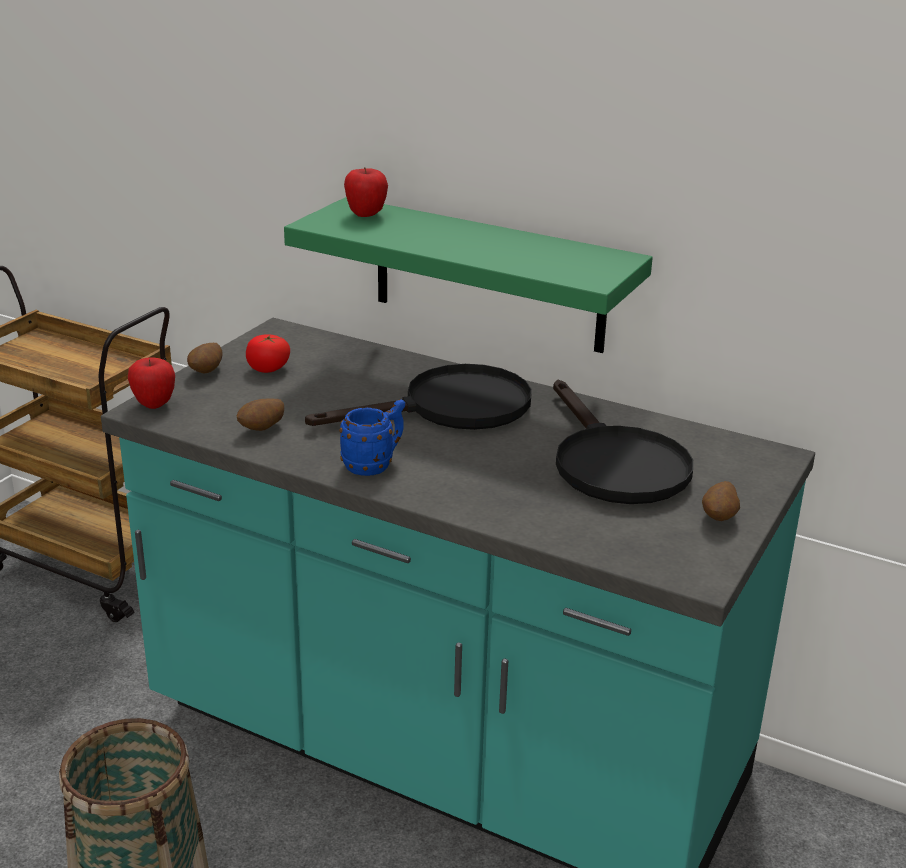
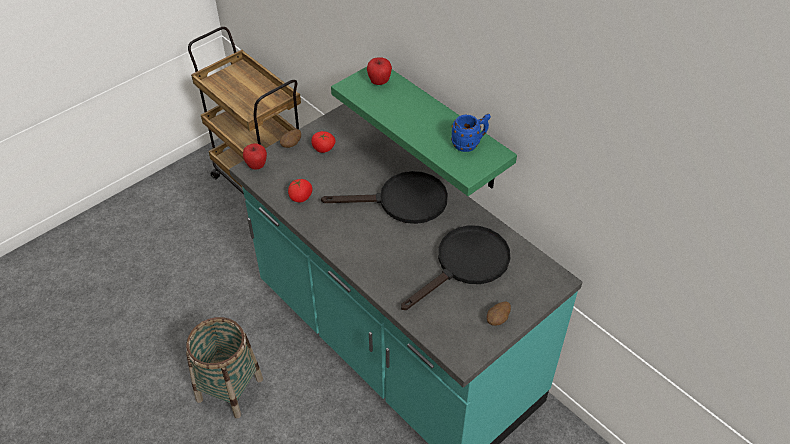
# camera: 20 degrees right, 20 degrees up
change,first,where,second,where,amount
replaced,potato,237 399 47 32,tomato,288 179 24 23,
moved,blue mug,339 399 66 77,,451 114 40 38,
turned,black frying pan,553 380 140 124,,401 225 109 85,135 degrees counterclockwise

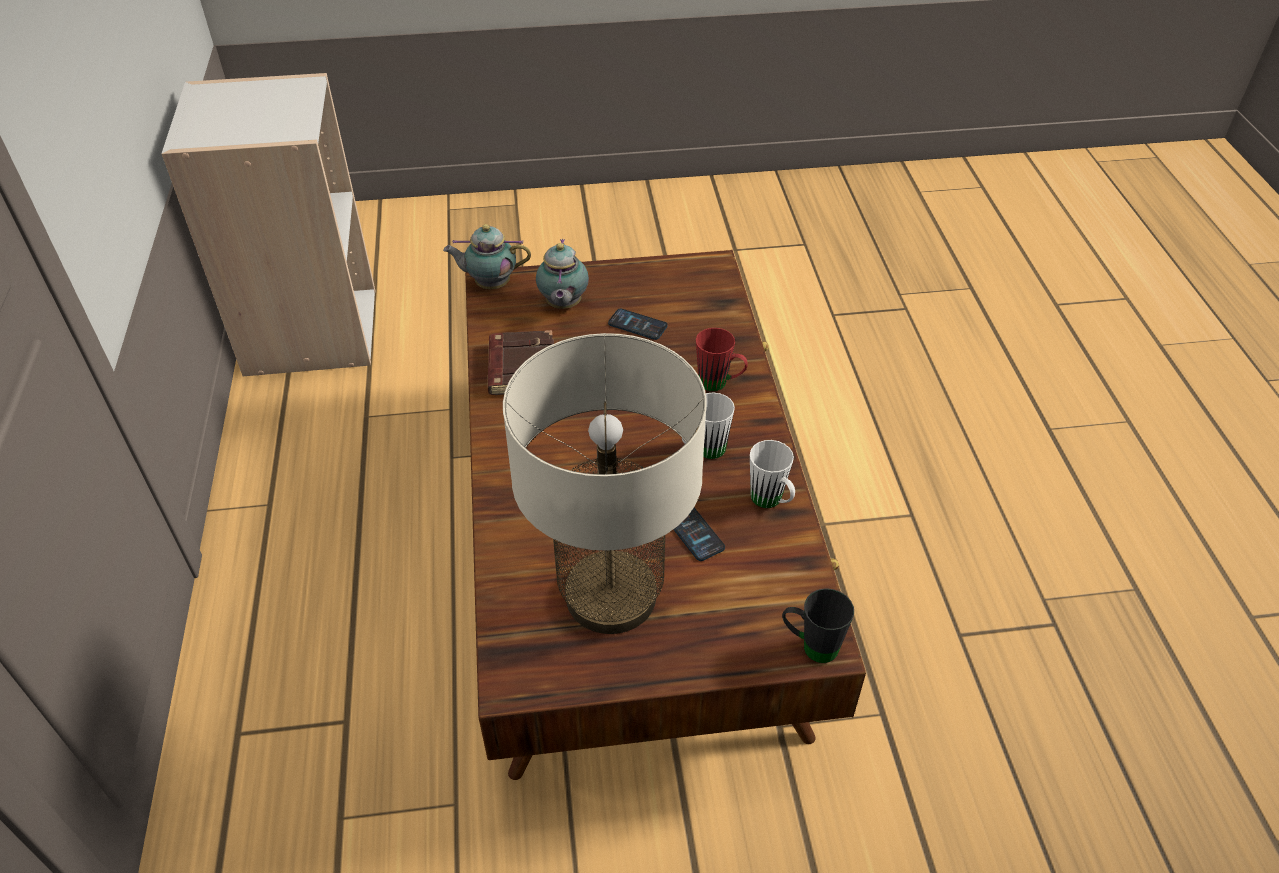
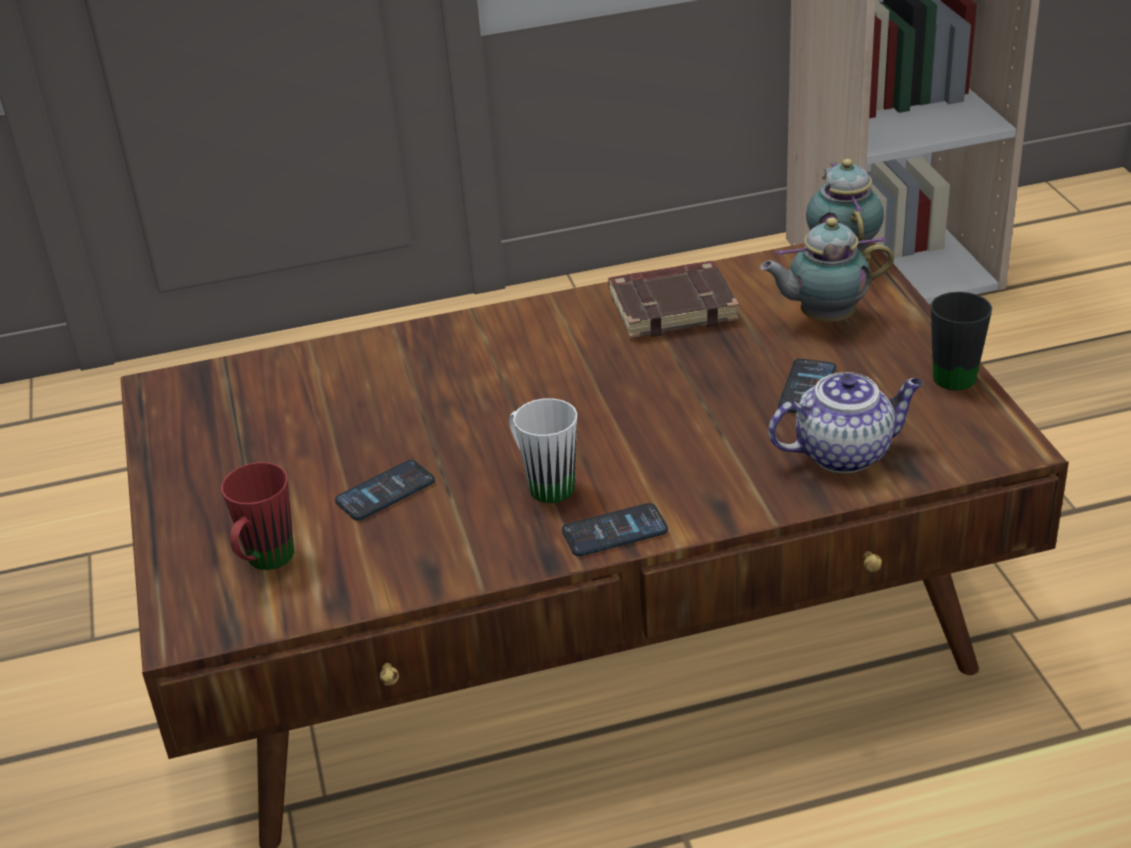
# camera: 85 degrees right, 10 degrees down
change,first,where,second,where,amount
removed,table lamp,503 333 204 301,,,
moved,red mug,696 328 52 63,,221 462 73 108,
removed,white mug,750 440 45 68,,,
moved,black mug,782 588 72 75,,931 292 61 98,
added,,,phone,562 503 106 53,
added,,,teapot,768 372 155 101,

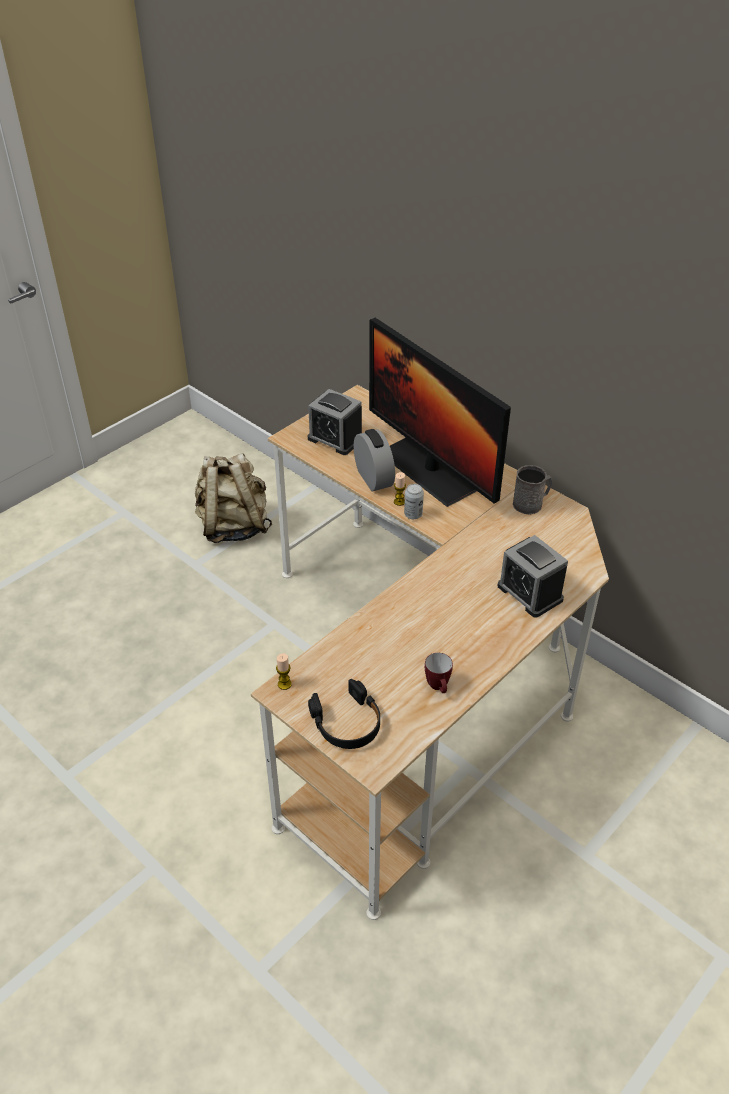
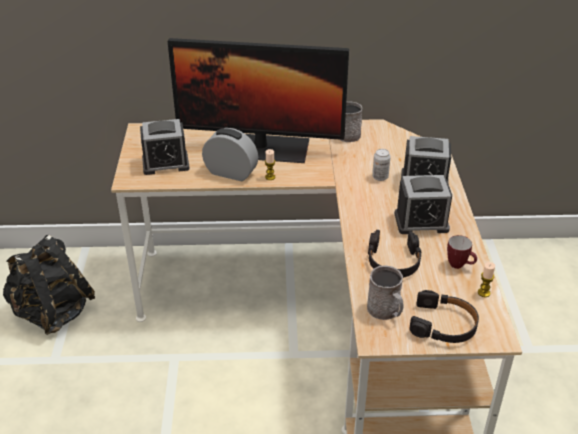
# camera: 45 degrees left, 5 degrees down
change,first,where,second,where,amount
recoloured,beige backpack,195 453 77 90,black backpack,3 235 92 100,
moved,candle,276 653 16 37,,478 262 17 35,
moved,can,404 484 20 35,,372 149 19 32,
added,,,grey mug,367 266 37 54,
added,,,black headphones,368 230 54 48,
added,,,alarm clock,394 175 58 59,

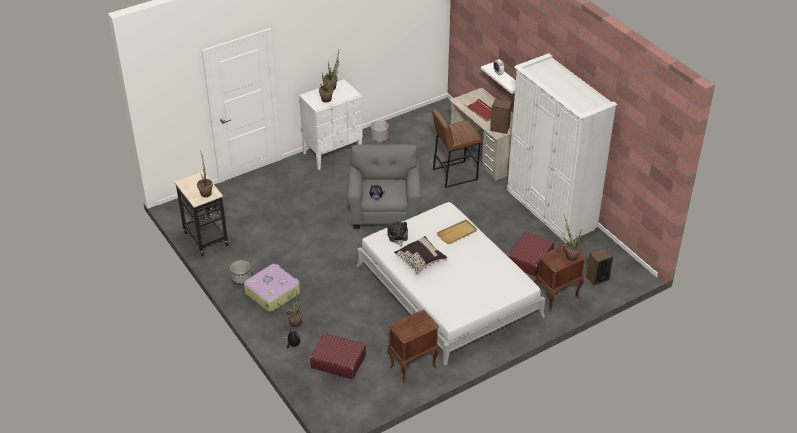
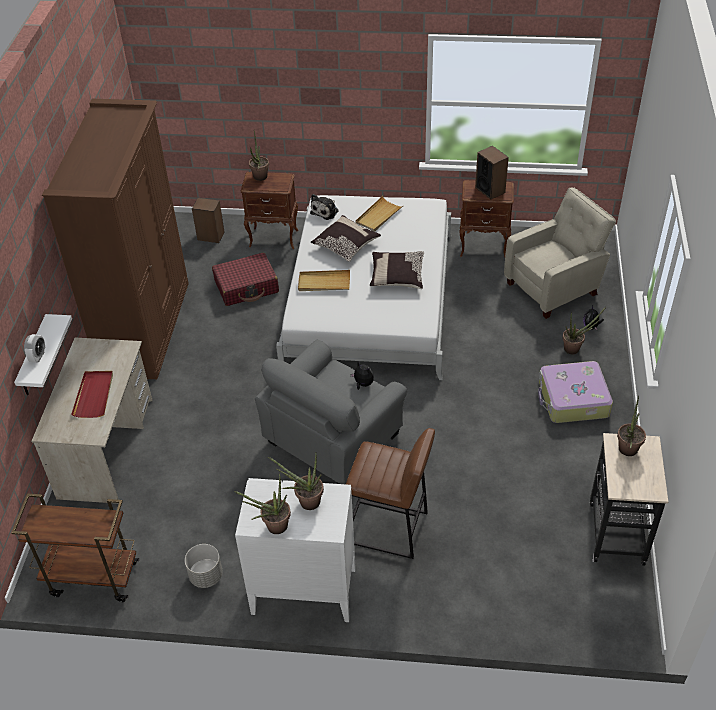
# camera: 140 degrees left, 5 degrees up
change,first,where,second,where,amount
removed,planter,230 260 22 25,,,
replaced,red suitcase,310 333 56 46,beige armchair,504 187 112 132,
moved,plush toy,387 222 21 25,,310 194 29 26,
moved,brown stool,432 109 49 79,,346 428 89 131,
moved,speaker,490 99 22 35,,475 146 34 54,
recoloured,white wardrobe,507 53 111 190,brown wardrobe,42 99 147 280,
added,,,brown cart,11 493 129 109,
added,,,pillow,311 215 70 47,
added,,,beige tray,355 196 49 36,

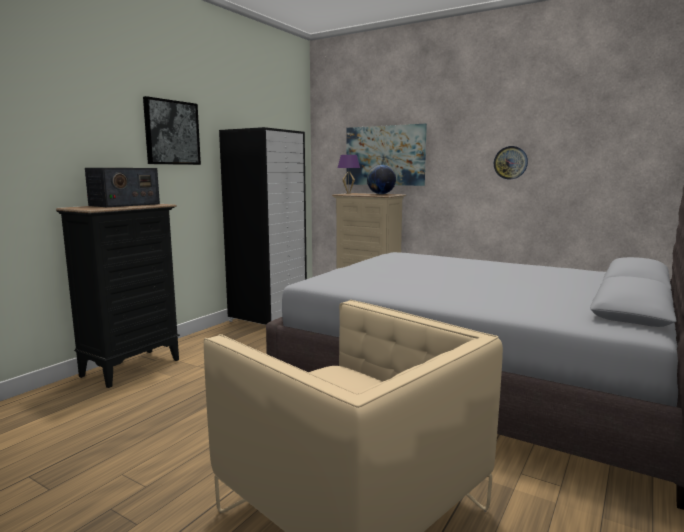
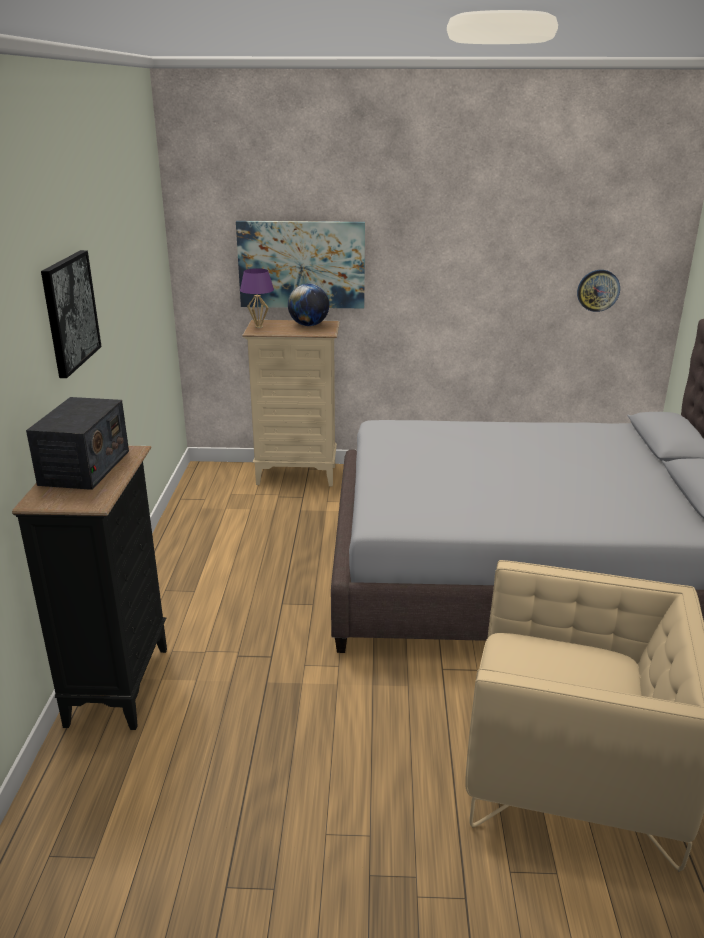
# camera: 30 degrees left, 15 degrees up
change,first,where,second,where,amount
removed,wardrobe,219 127 88 198,,,
moved,wall clock,494 146 34 33,,577 270 43 42,

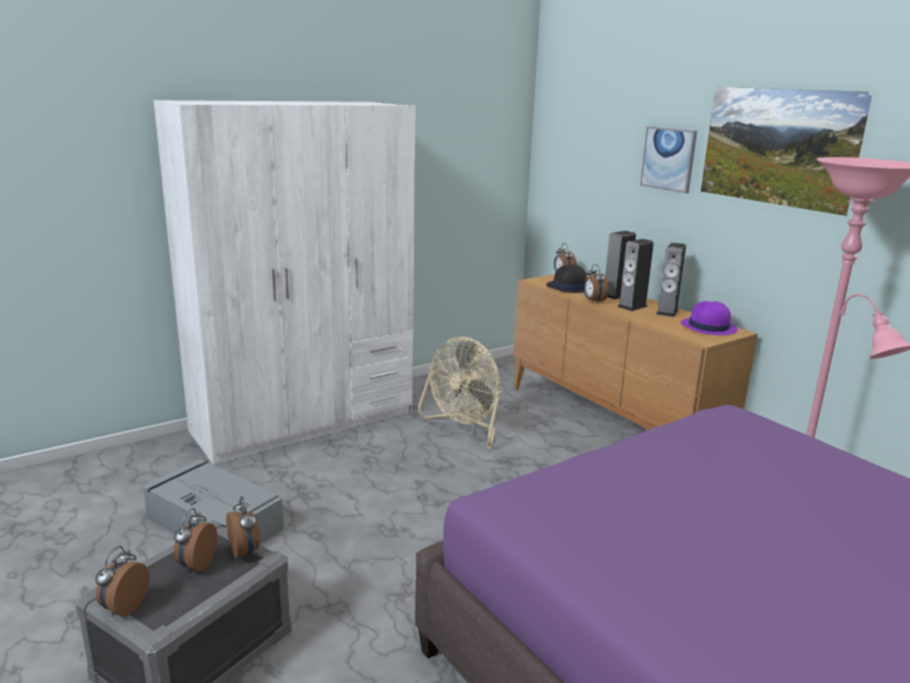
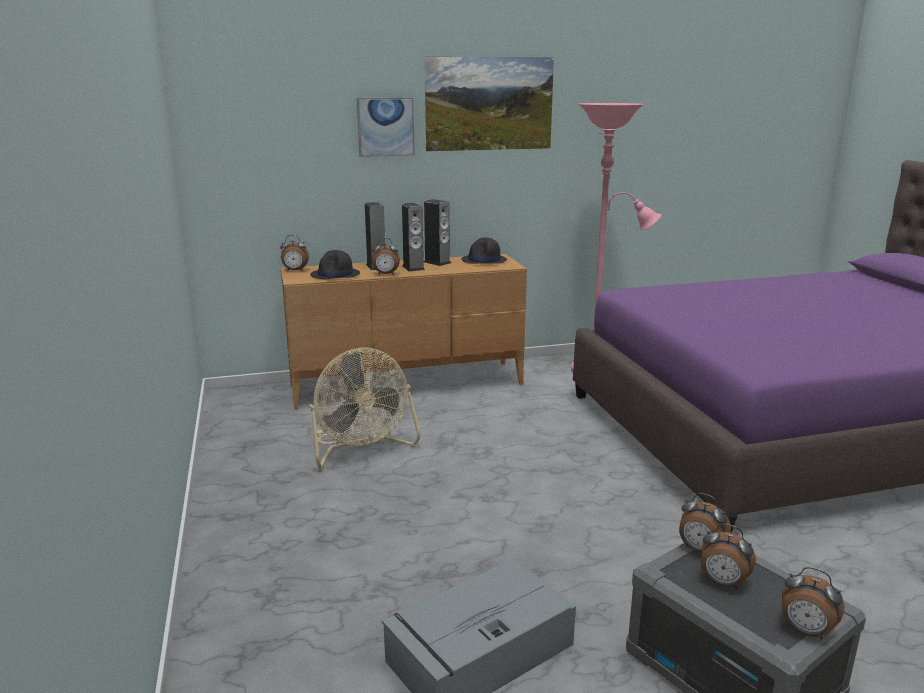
# camera: 70 degrees left, 0 degrees up
change,first,where,second,where,amount
removed,white wardrobe,153 100 263 365,,,
turned,alarm clock,226 496 34 62,,679 493 52 60,135 degrees counterclockwise
recoloured,purple hat,681 301 57 34,black hat,461 238 46 26,

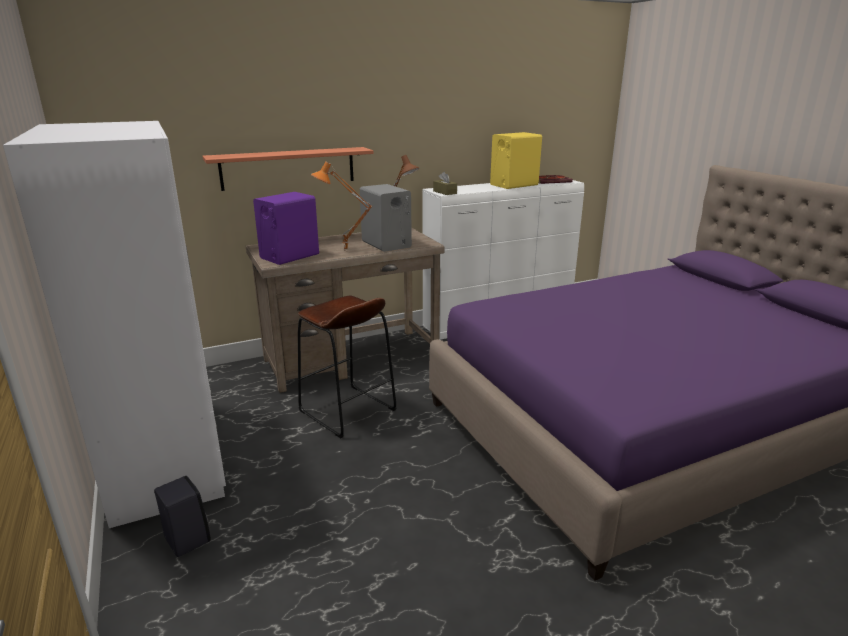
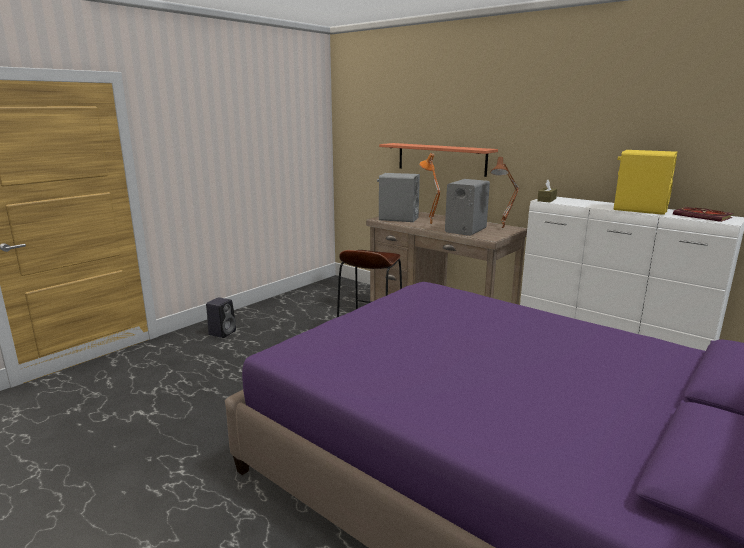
# camera: 65 degrees right, 5 degrees down
change,first,where,second,where,amount
removed,white wardrobe,3 121 223 407,,,
recoloured,purple speaker,253 192 66 73,grey speaker,377 173 43 49,

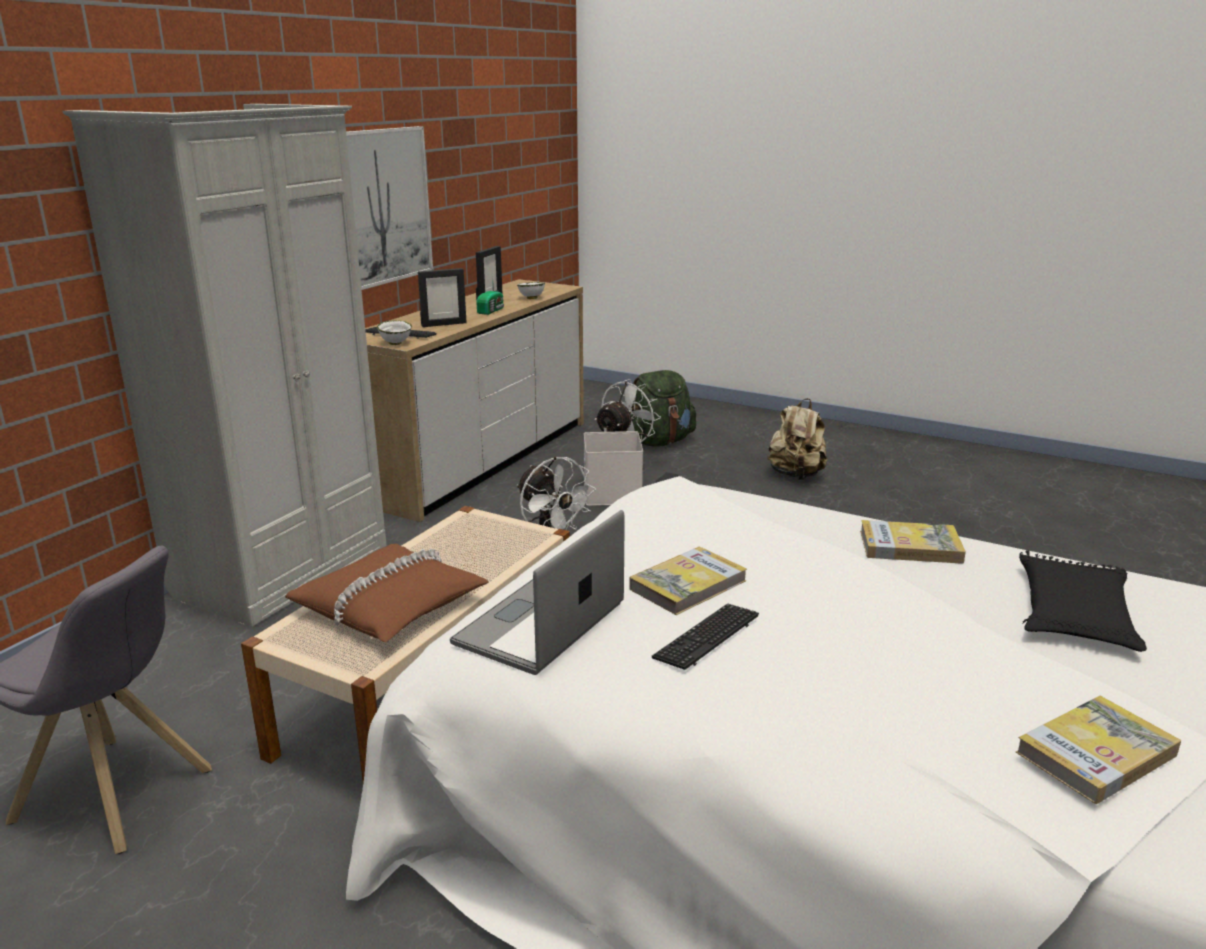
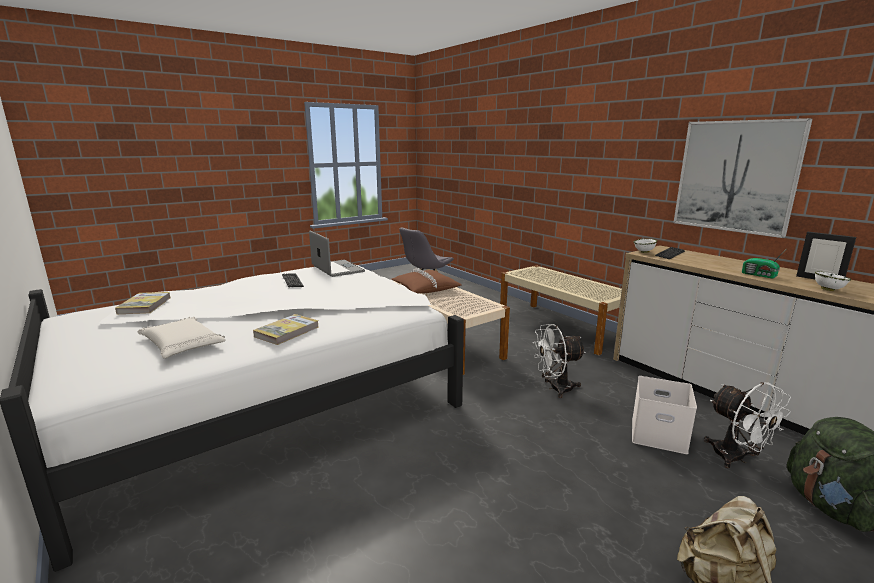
# camera: 115 degrees right, 5 degrees down
change,first,where,second,where,amount
replaced,white wardrobe,62 104 324 523,beige bench,500 265 122 91,
removed,picture frame,418 268 49 59,,,
removed,book,629 547 118 68,,,
recoloured,black pillow,1019 550 128 102,white pillow,137 317 89 42,

